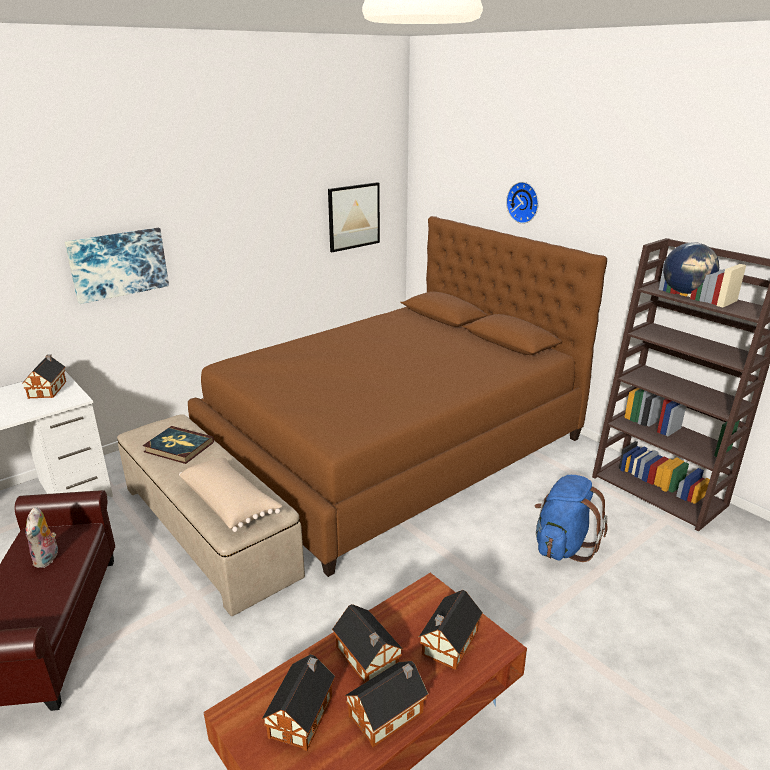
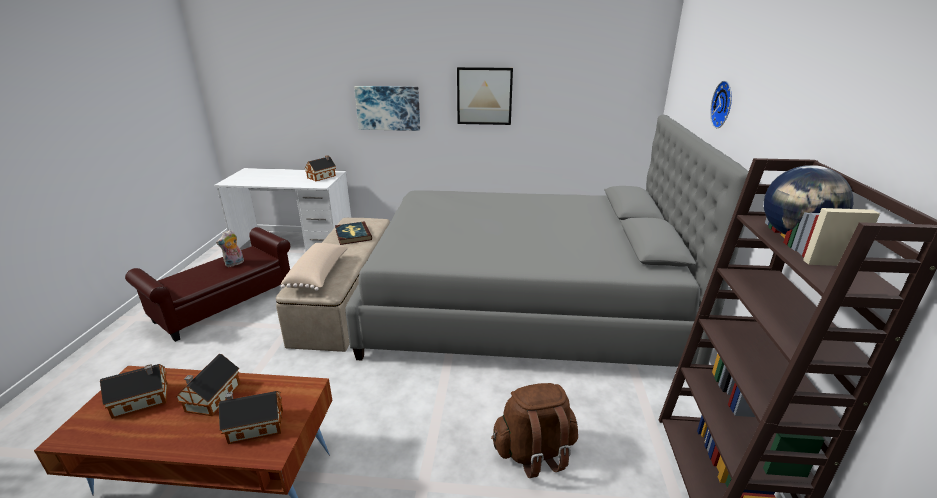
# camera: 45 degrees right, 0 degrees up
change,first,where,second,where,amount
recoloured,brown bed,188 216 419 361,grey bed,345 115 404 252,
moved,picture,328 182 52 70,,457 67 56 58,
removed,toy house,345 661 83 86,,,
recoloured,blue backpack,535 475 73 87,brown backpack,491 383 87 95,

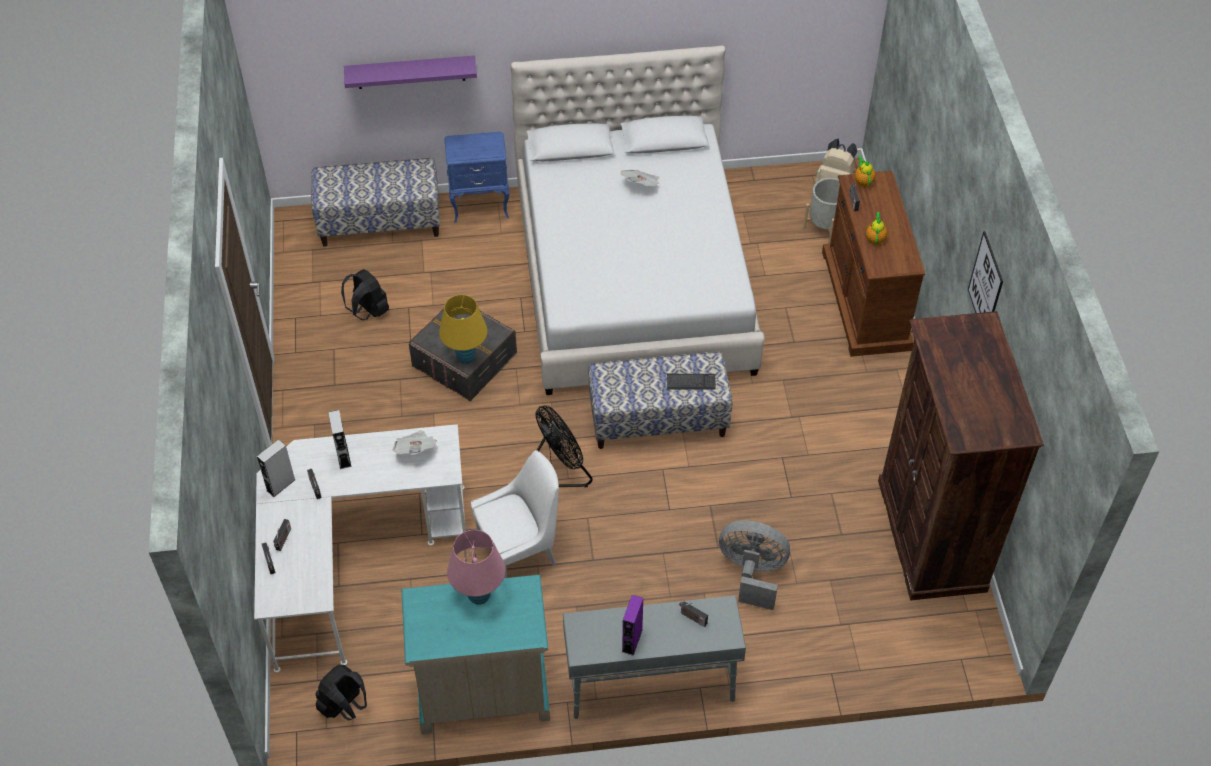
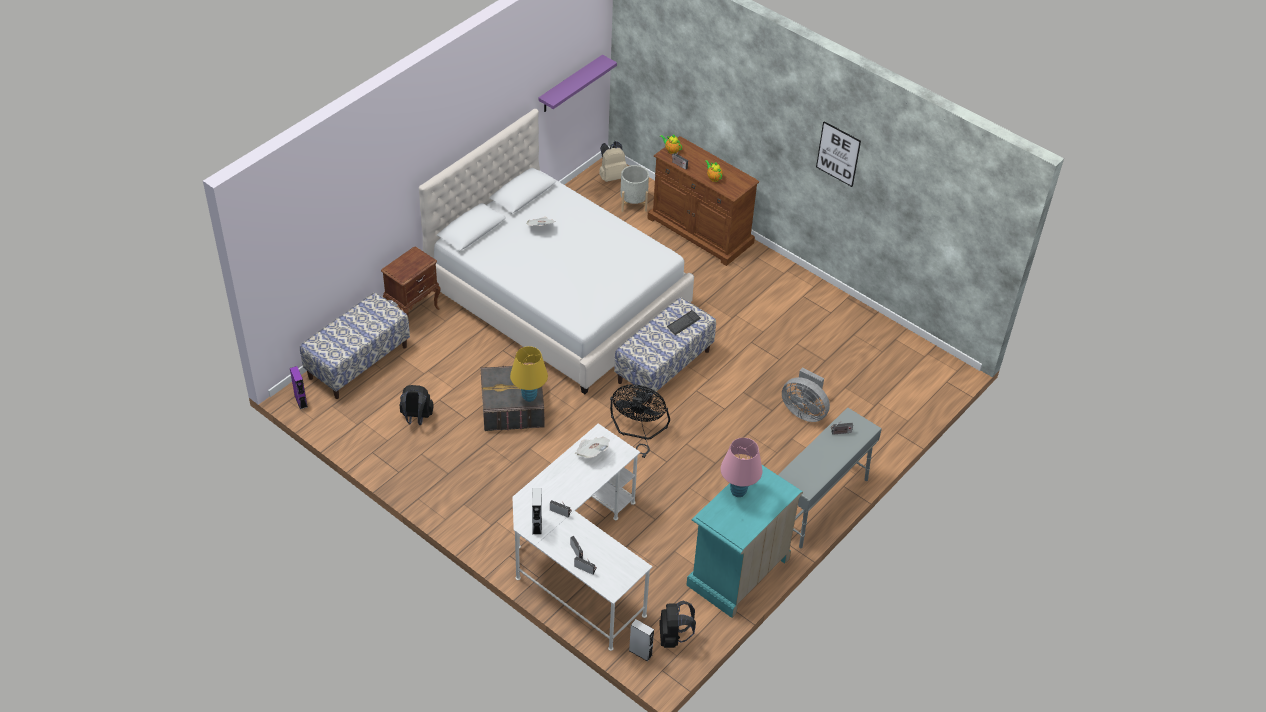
# camera: 45 degrees left, 5 degrees down
change,first,where,second,where,amount
moved,grey speaker,328 410 23 59,,629 619 25 42,
moved,purple shelf,344 56 133 33,,538 55 79 57,
recoloured,blue nightstand,444 132 66 91,brown nightstand,381 247 60 69,
removed,white chair,471 450 88 128,,,
moved,purple speaker,622 595 21 61,,290 366 18 43,
turned,grey fan,719 520 71 90,,782 368 48 54,120 degrees counterclockwise
removed,brown wardrobe,878 311 166 290,,,

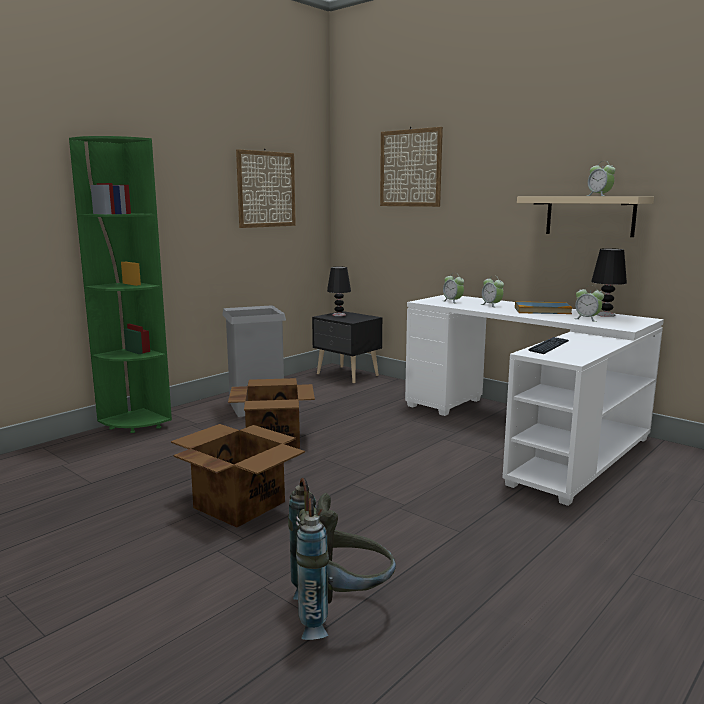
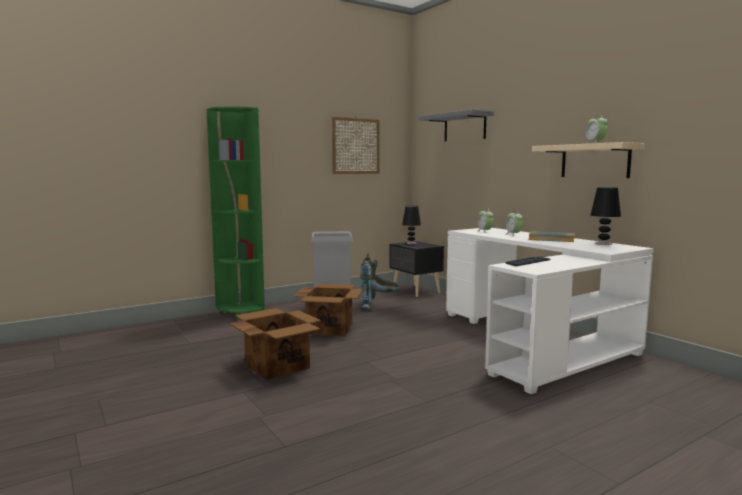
# camera: 15 degrees right, 5 degrees down
change,first,where,second,where,amount
moved,grey backpack,288 478 108 162,,361 253 40 56,
replaced,picture,380 127 63 80,grey shelf,419 109 75 32,
removed,alarm clock,574 285 30 37,,,

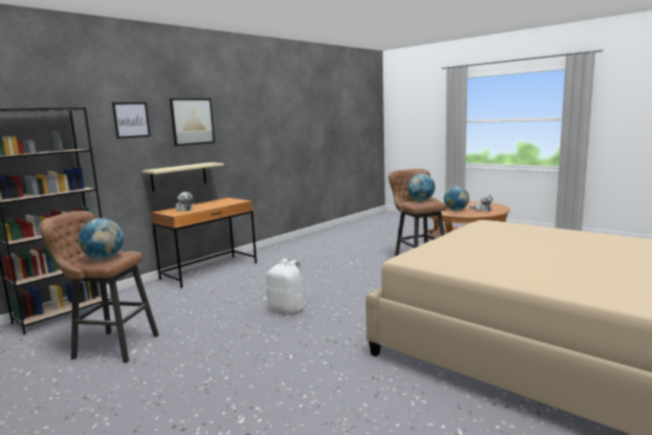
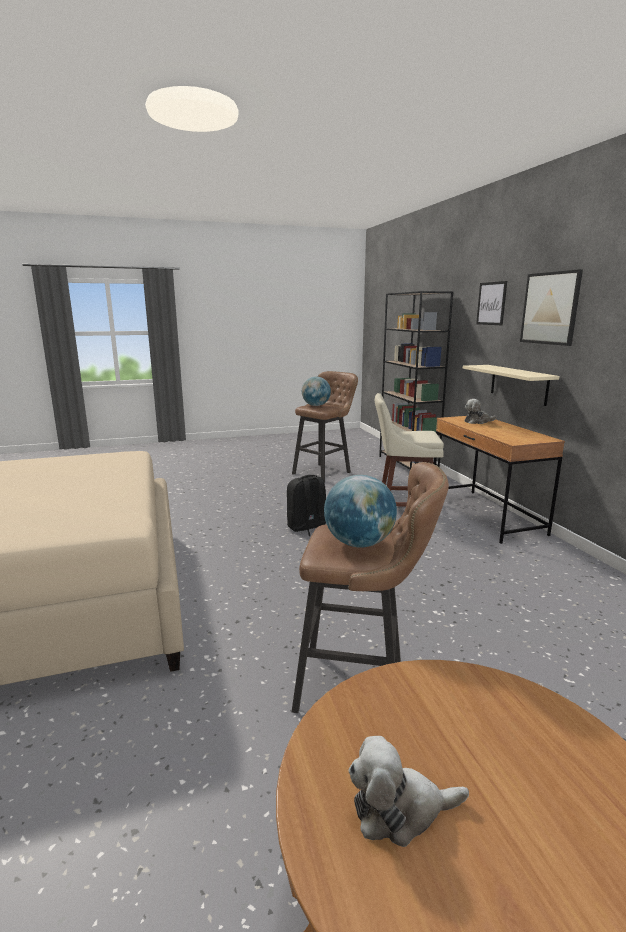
# camera: 120 degrees right, 5 degrees up
change,first,where,second,where,amount
recoloured,white backpack,266 259 39 55,black backpack,287 475 39 61,
removed,globe,444 186 25 25,,,
added,,,beige stool,375 393 69 114,

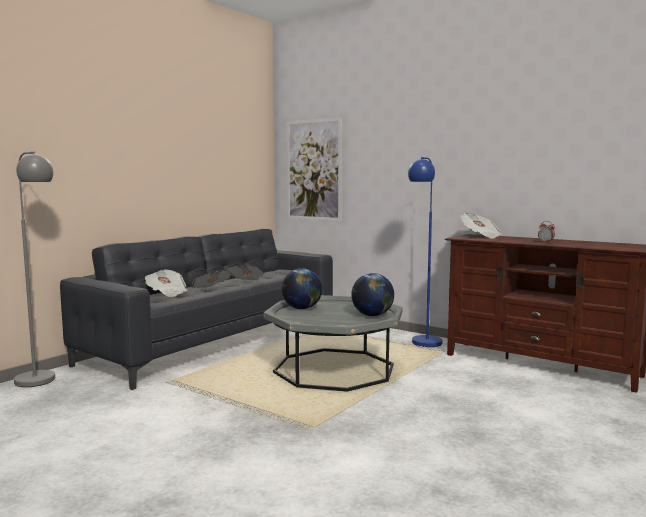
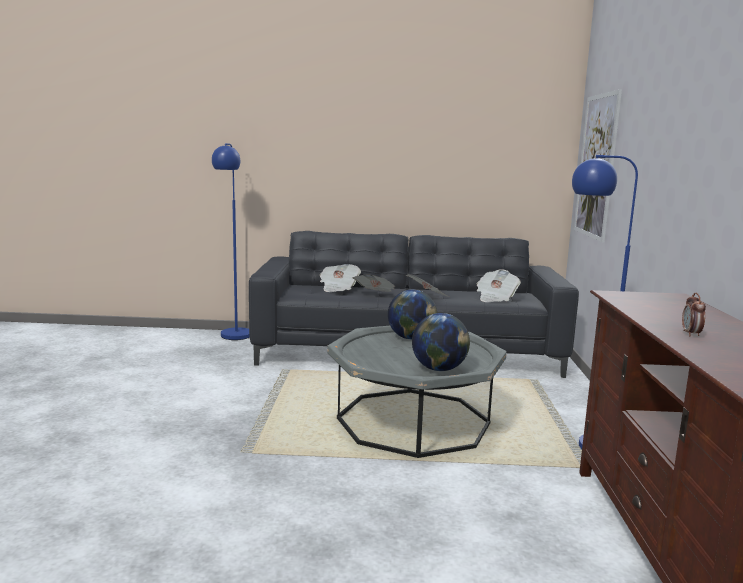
# camera: 55 degrees right, 5 degrees up
change,first,where,second,where,amount
recoloured,grey floor lamp,14 151 41 236,blue floor lamp,212 143 38 197,
moved,newspaper,460 212 42 27,,476 269 45 33,

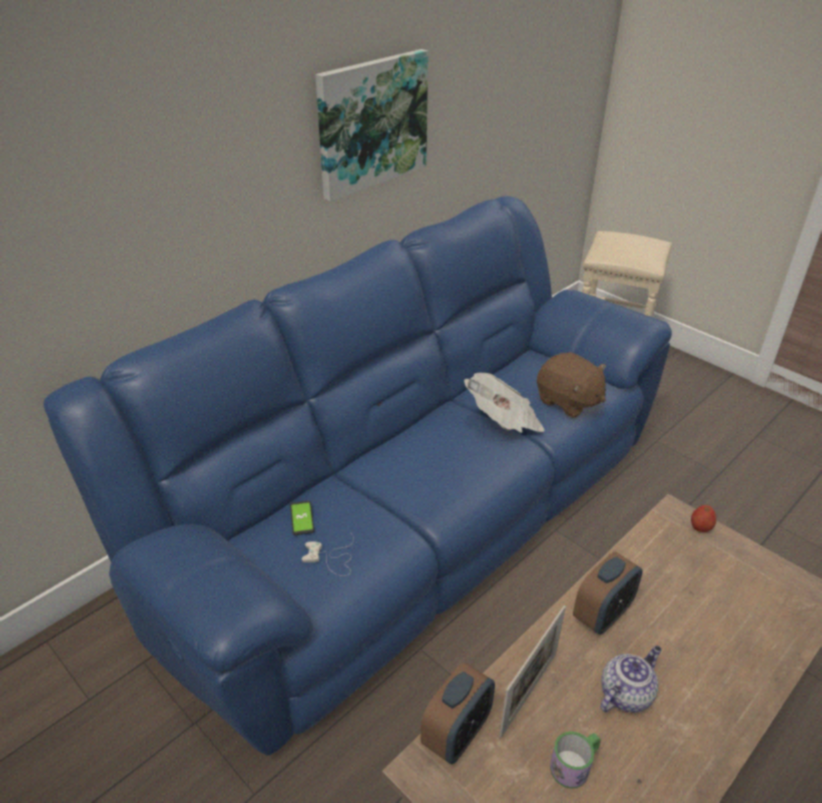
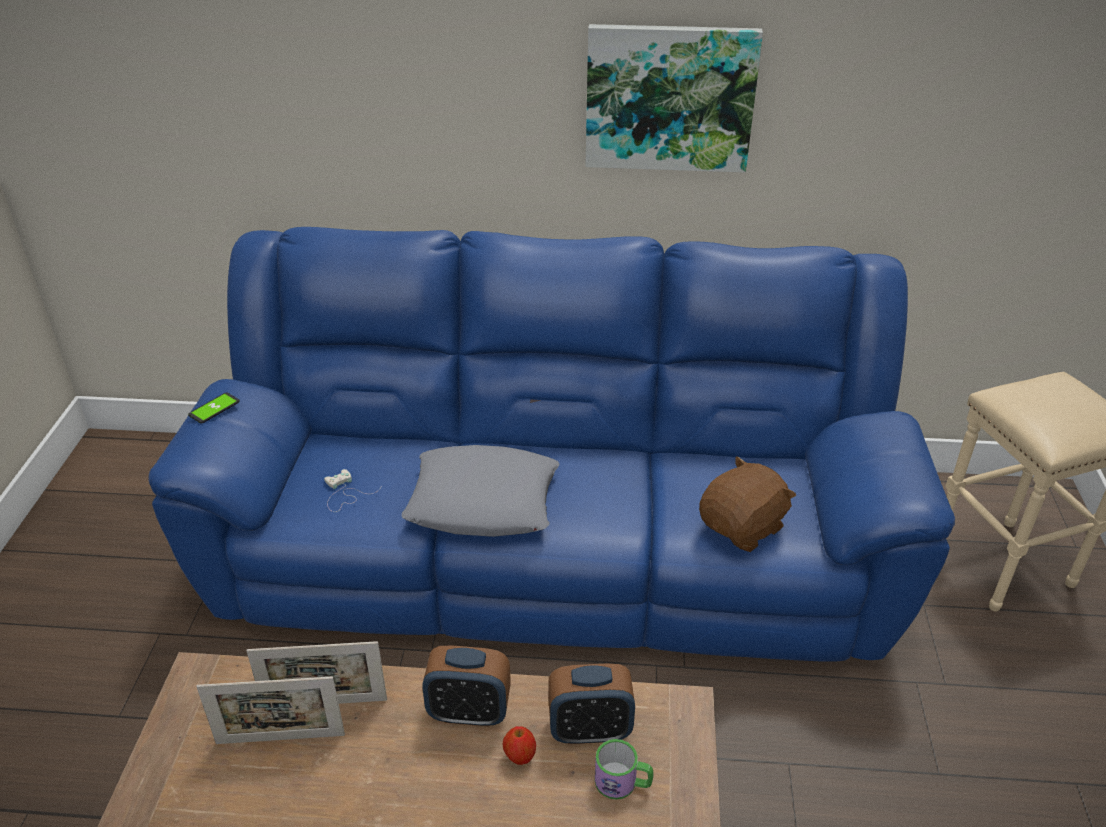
# camera: 50 degrees right, 0 degrees up
change,first,where,second,where,amount
moved,phone,290 501 25 34,,188 392 52 31,
moved,alarm clock,421 662 74 102,,548 663 87 81,
removed,newspaper,464 373 81 60,,,
turned,brown plush toy,537 352 69 66,,699 456 97 96,135 degrees counterclockwise
moved,mug,550 731 51 58,,595 739 59 61,
removed,teapot,600 646 61 66,,,
moved,apple,691 505 25 27,,502 726 34 39,
added,,,picture frame,196 676 149 68,
added,,,grey pillow,401 445 159 92,

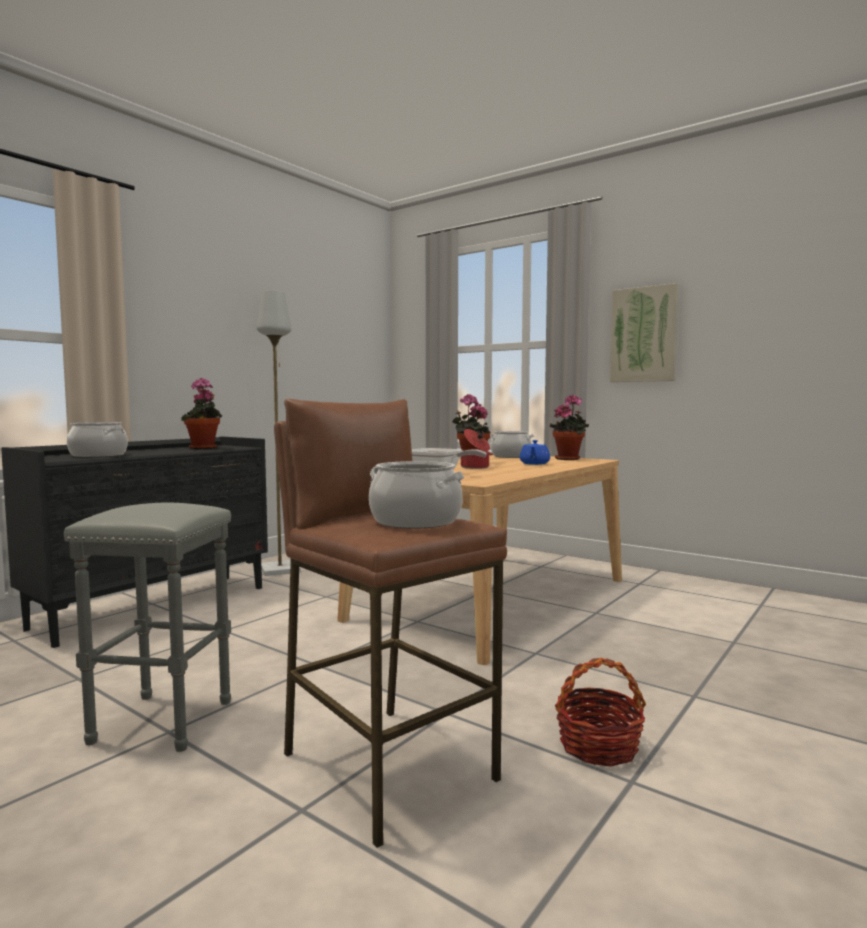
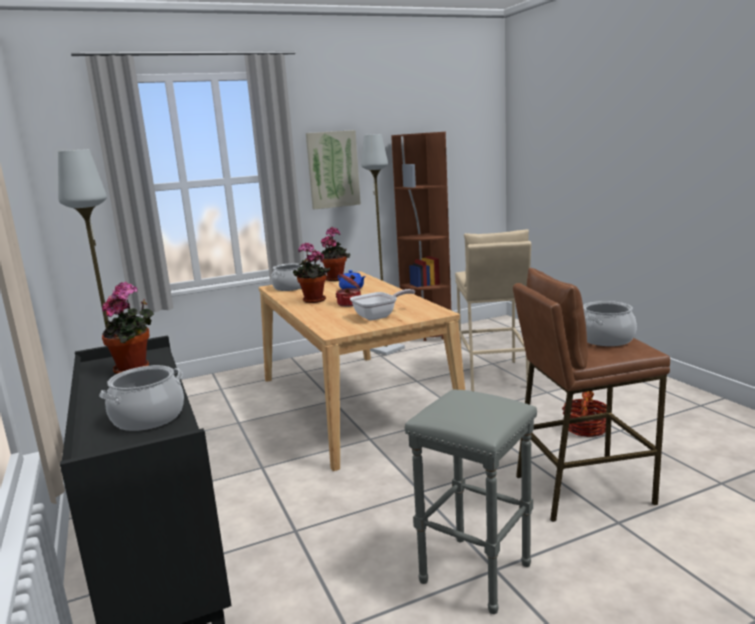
# camera: 60 degrees left, 10 degrees up
change,first,where,second,where,amount
added,,,grey floor lamp,361 134 44 222,
added,,,brown bookcase,391 132 60 209,
added,,,beige stool,455 229 76 162,

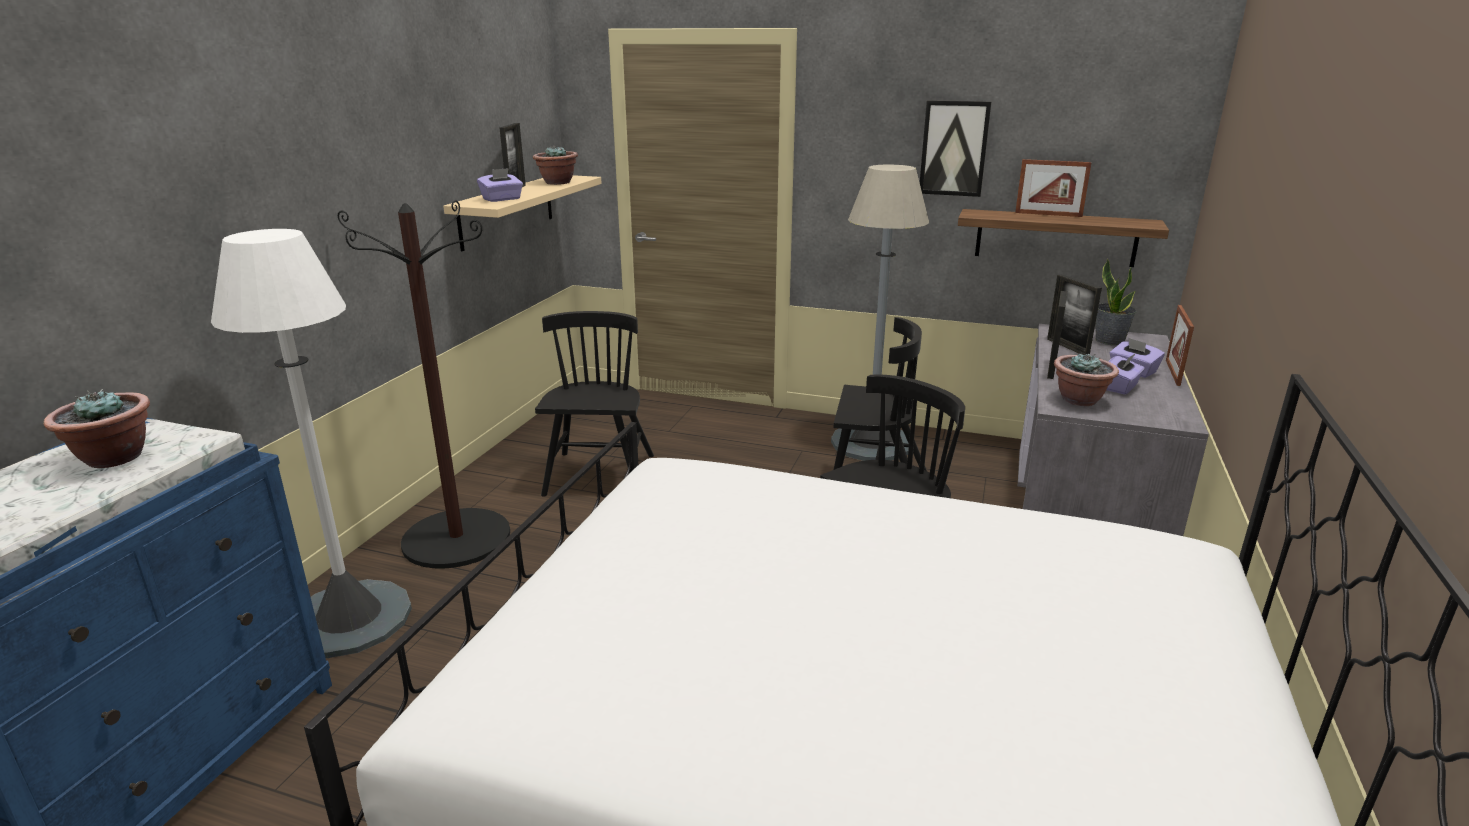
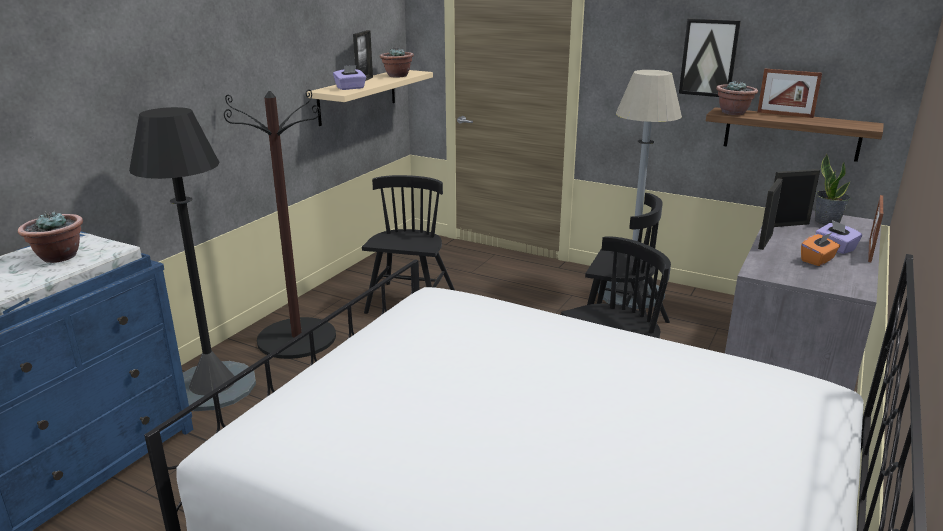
# camera: 10 degrees right, 0 degrees up
change,first,where,second,where,amount
recoloured,white floor lamp,211 229 201 429,black floor lamp,129 107 127 304,
turned,picture frame,1047 274 55 81,,774 169 46 58,90 degrees clockwise
moved,potted plant,1054 354 65 52,,716 80 42 35,
recoloured,purple tissue box,1107 353 38 42,orange tissue box,801 233 39 33,

